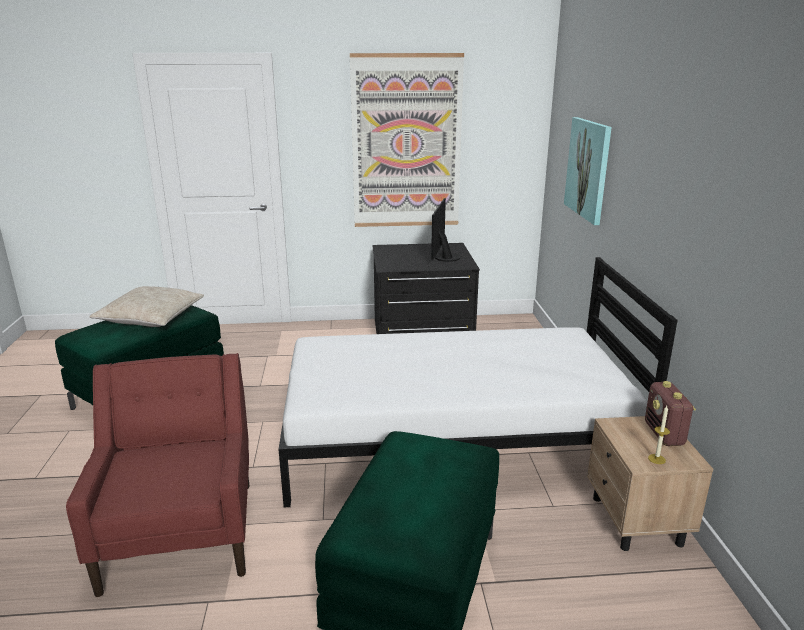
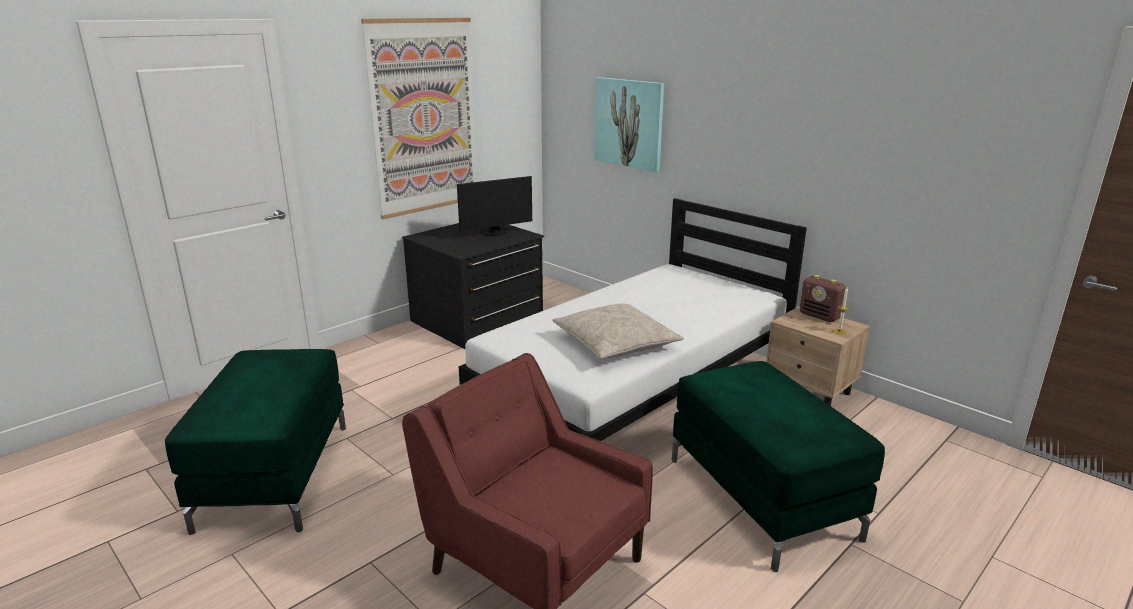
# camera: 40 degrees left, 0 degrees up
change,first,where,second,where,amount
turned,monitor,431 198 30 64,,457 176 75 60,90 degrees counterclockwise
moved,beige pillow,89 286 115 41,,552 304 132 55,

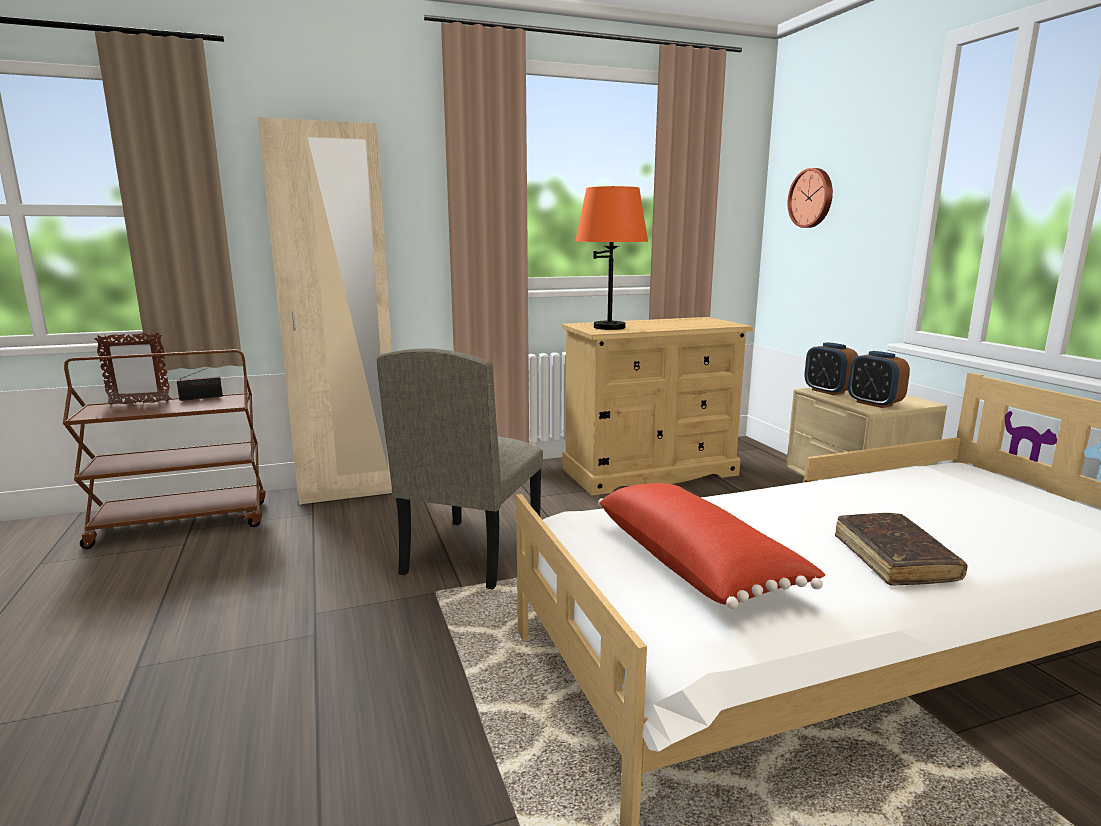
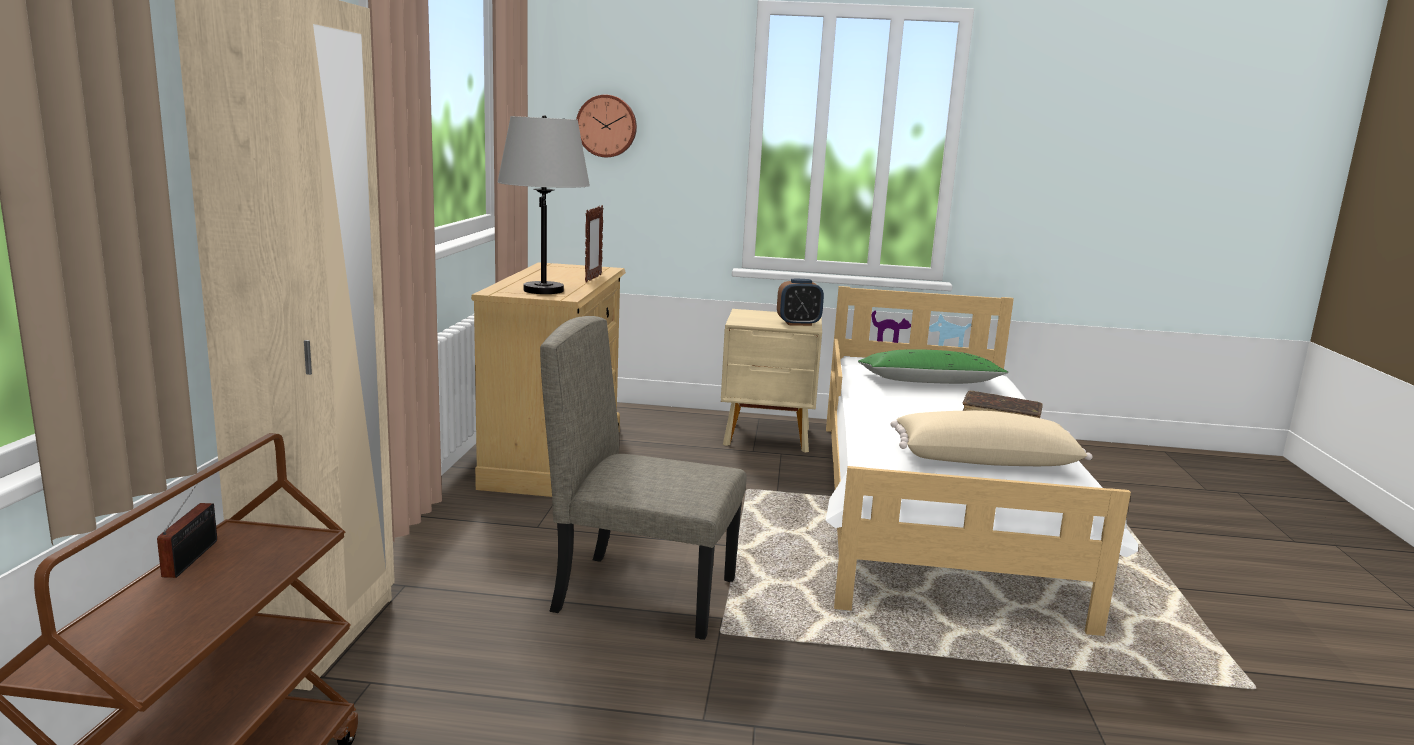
# camera: 65 degrees left, 0 degrees up
change,first,where,second,where,amount
recoloured,orange table lamp,575 186 73 144,grey table lamp,498 115 92 179,
moved,picture frame,95 332 76 73,,585 205 18 78,
removed,alarm clock,805 342 53 53,,,
turned,beige chair,377 348 166 242,,540 316 206 324,150 degrees clockwise
recoloured,red pillow,598 483 227 126,beige pillow,891 411 201 55,
added,,,green pillow,858 349 151 35,

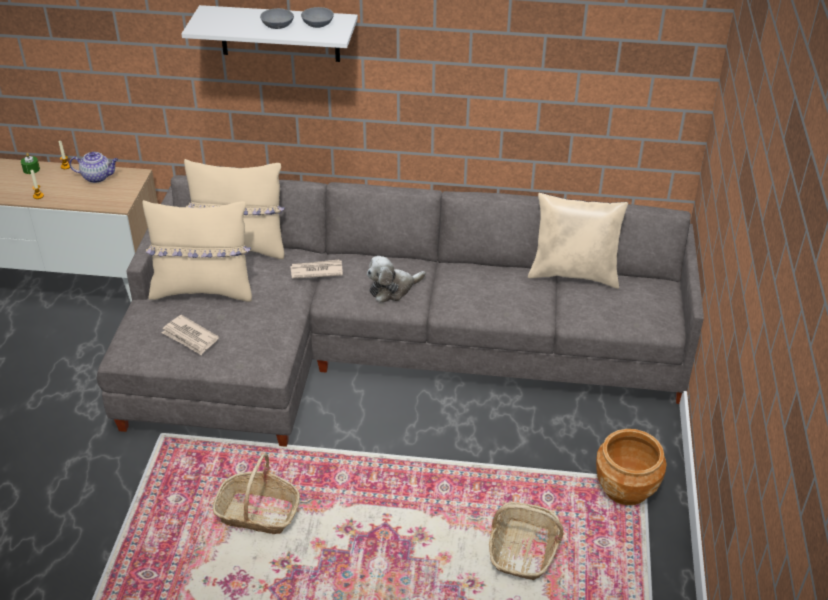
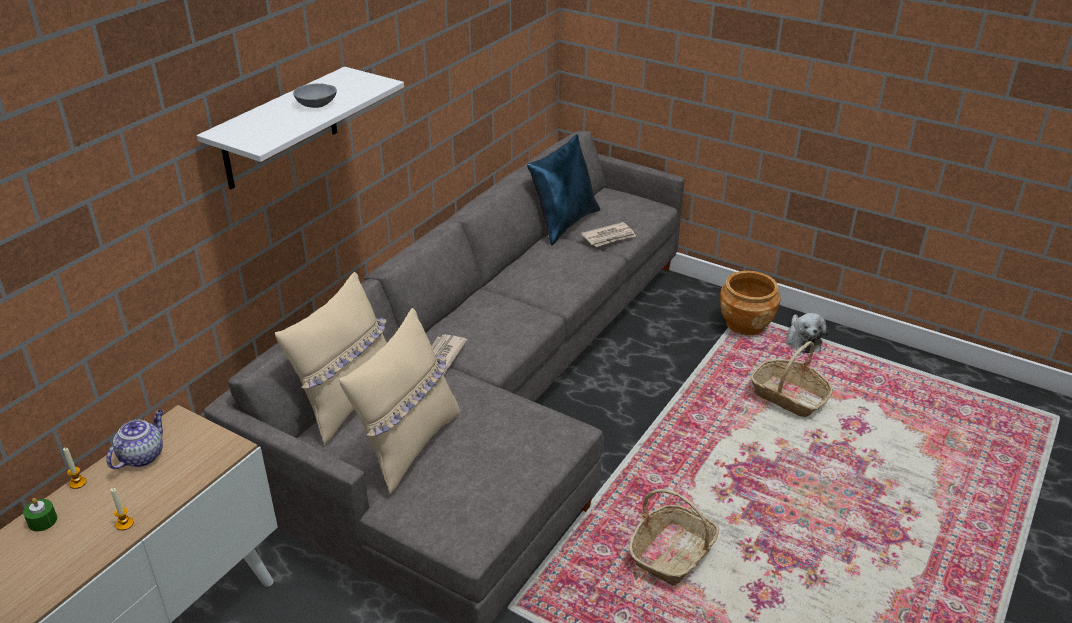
# camera: 65 degrees left, 5 degrees down
change,first,where,second,where,amount
removed,grey bowl,301 7 33 21,,,
recoloured,beige pillow,528 193 100 96,blue pillow,527 134 74 112,
moved,plush toy,367 256 59 47,,785 313 43 40,
moved,newspaper,162 315 57 40,,581 222 55 25,

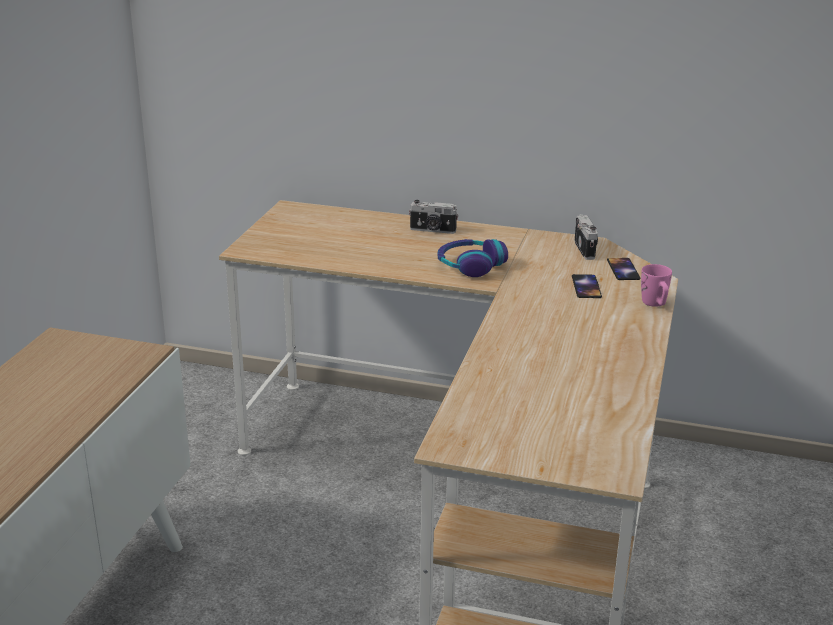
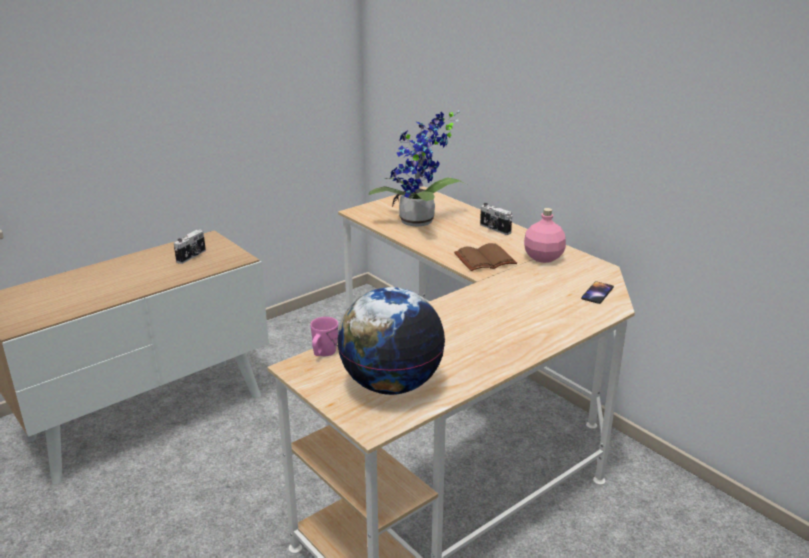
# camera: 35 degrees right, 0 degrees up
change,first,where,second,where,amount
moved,photo camera,574 214 24 46,,174 230 32 34,
replaced,headphones,437 239 71 38,brown book,454 243 63 28,
moved,pink mug,641 264 31 43,,310 317 28 39,
removed,phone,572 274 30 24,,,
added,,,potted plant,369 110 99 117,
added,,,pink bottle,524 208 42 55,
added,,,globe,337 287 108 108,

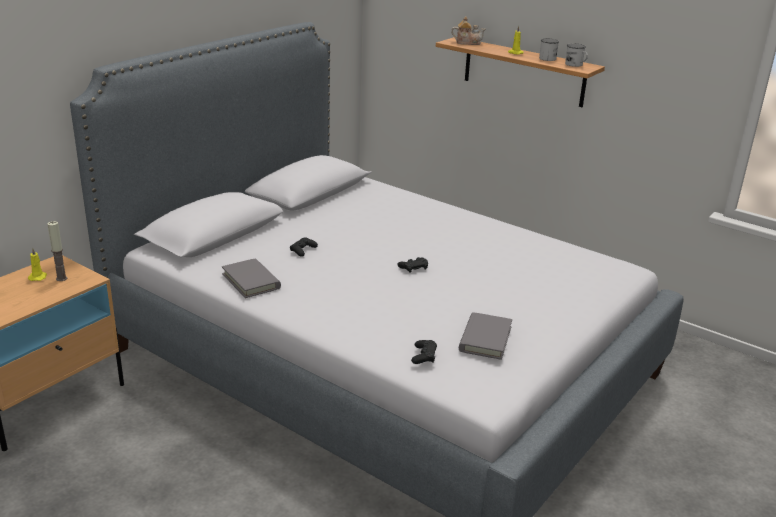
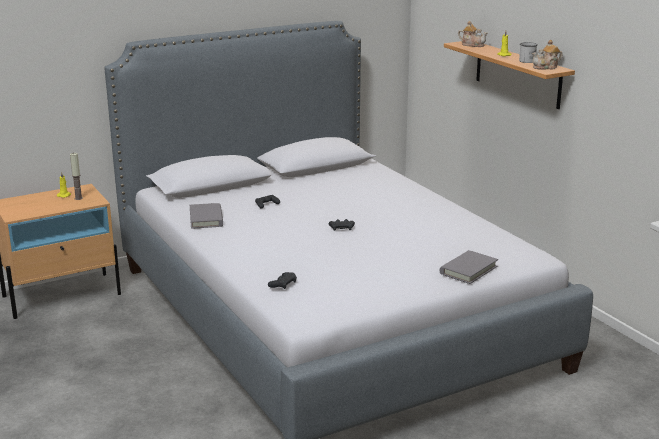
# camera: 25 degrees right, 5 degrees down
change,first,where,second,where,amount
replaced,white mug,565 43 23 24,teapot,532 40 31 30,
moved,grey book,459 312 53 48,,440 250 58 34,

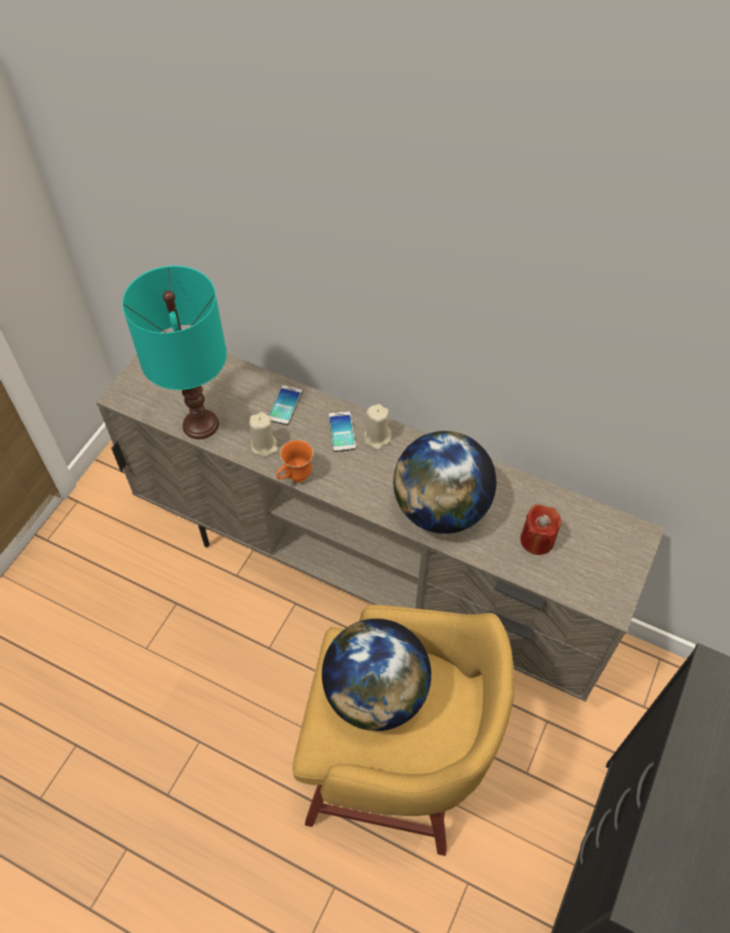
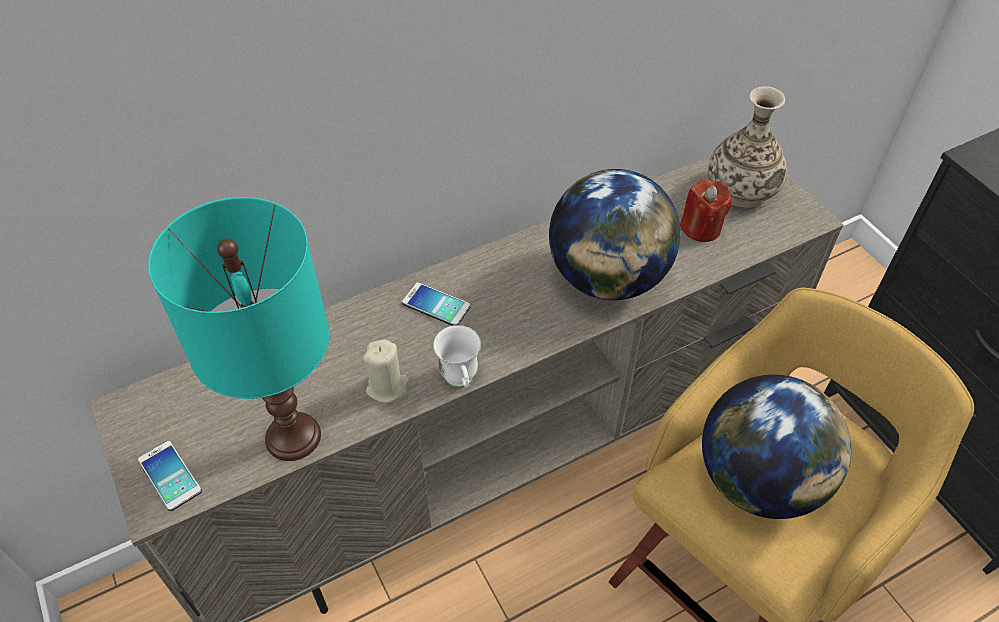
# camera: 55 degrees left, 5 degrees down
change,first,where,second,where,amount
moved,phone,268 385 34 40,,138 441 64 70,
removed,beige candle,364 404 28 46,,,
recoloured,orange mug,276 440 38 44,white mug,433 325 48 63,
added,,,vase,708 86 79 122,

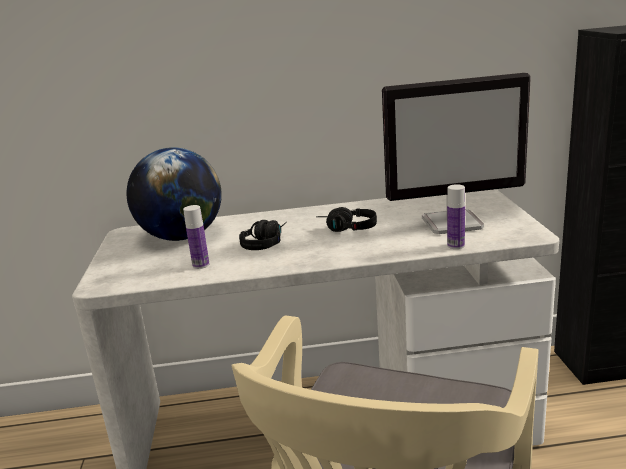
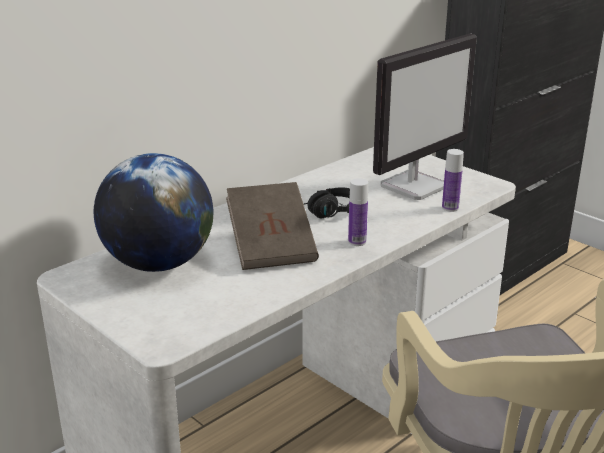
# camera: 40 degrees left, 5 degrees up
change,first,where,second,where,amount
moved,bottle,183 205 26 64,,348 178 20 68,
replaced,black headphones,239 220 48 30,brown book,226 182 93 88,

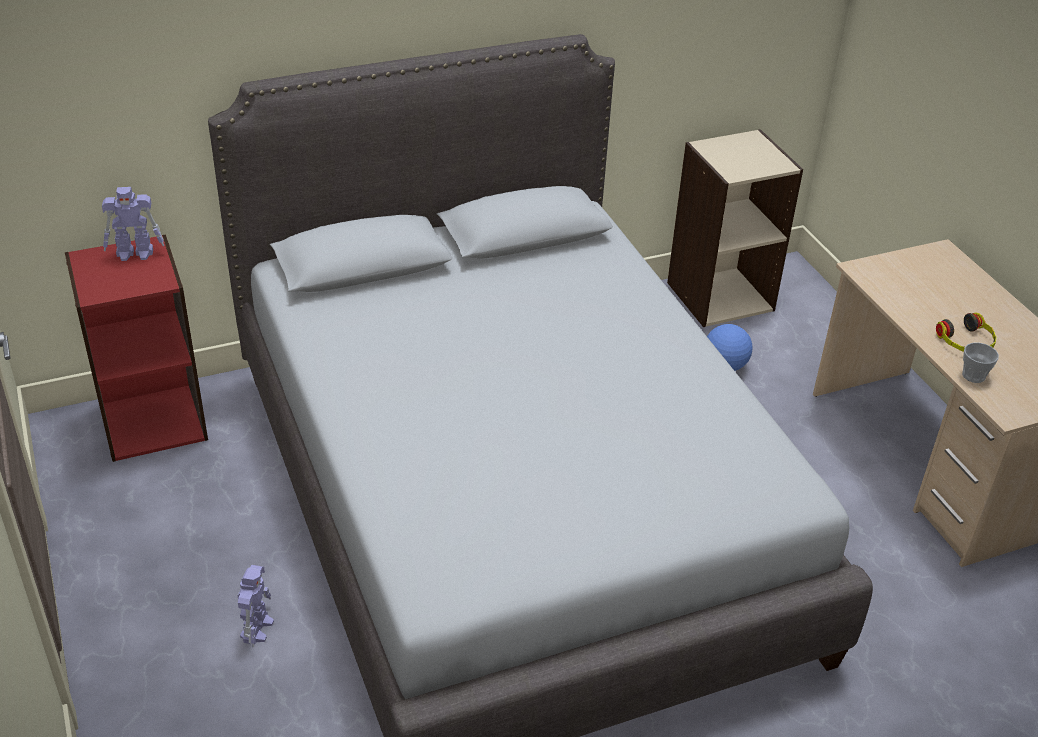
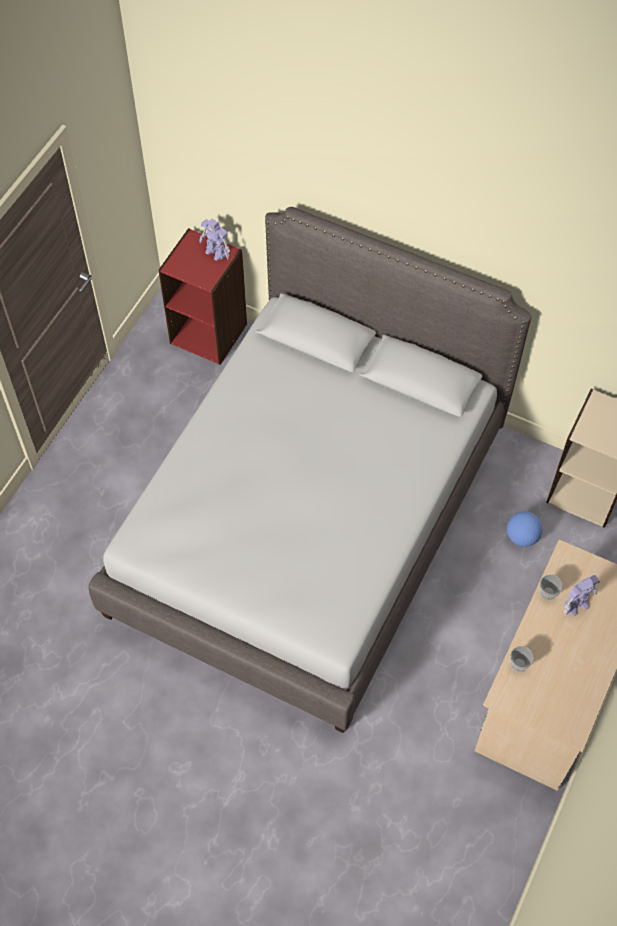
# camera: 50 degrees right, 20 degrees up
change,first,where,second,where,amount
removed,headphones,936 312 60 40,,,
moved,toy robot,238 565 36 82,,564 575 36 41,
added,,,cup,540 575 23 25,

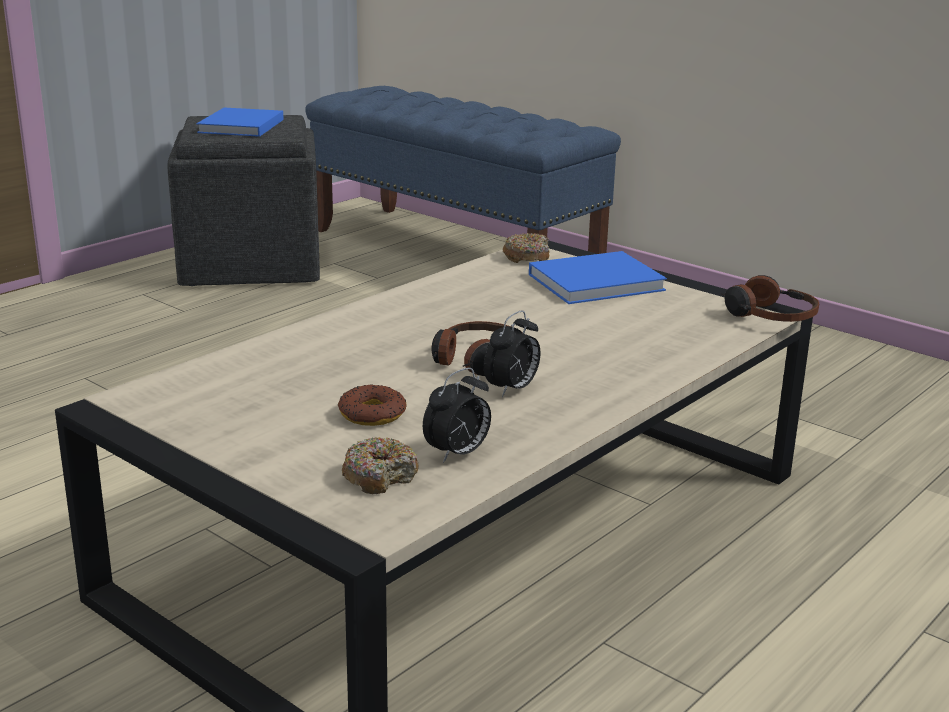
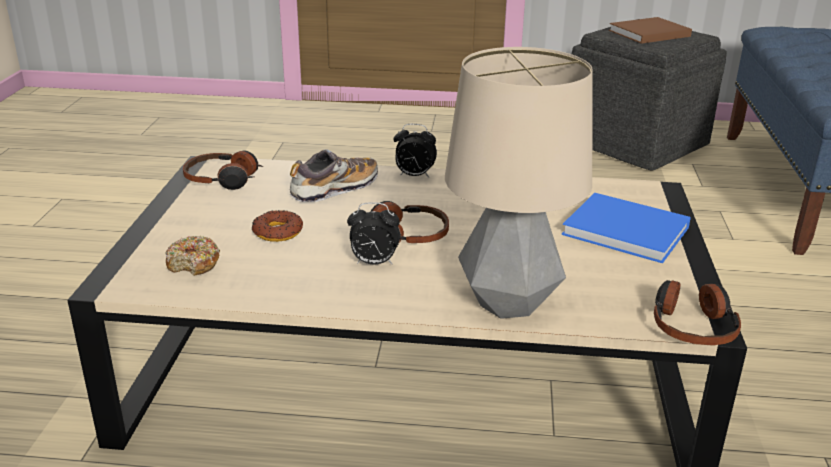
# camera: 55 degrees right, 5 degrees up
change,first,where,second,where,amount
recoloured,blue book,197 107 87 30,brown book,609 17 83 27,
removed,donut,503 233 47 30,,,
moved,alarm clock,423 368 68 95,,394 124 43 54,
added,,,table lamp,445 47 148 272,
added,,,shoe,290 149 88 53,
added,,,headphones,183 150 80 40,

